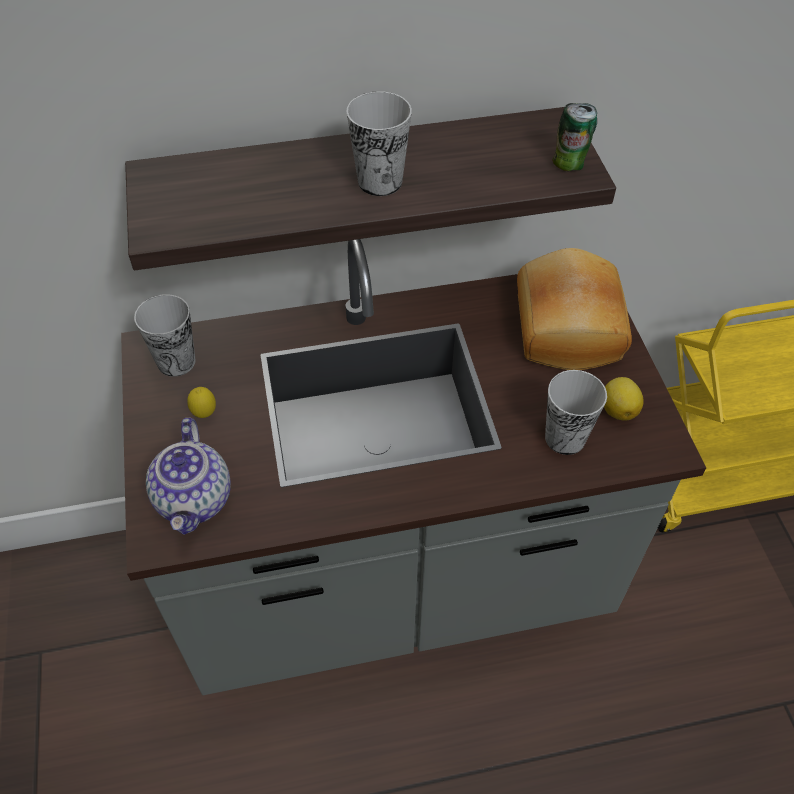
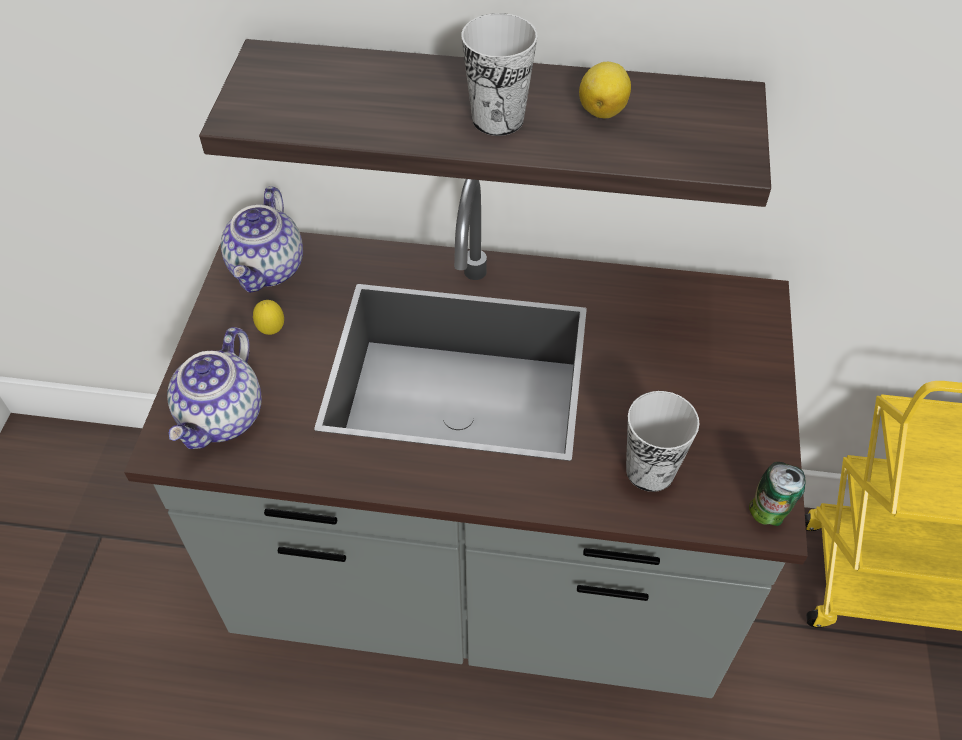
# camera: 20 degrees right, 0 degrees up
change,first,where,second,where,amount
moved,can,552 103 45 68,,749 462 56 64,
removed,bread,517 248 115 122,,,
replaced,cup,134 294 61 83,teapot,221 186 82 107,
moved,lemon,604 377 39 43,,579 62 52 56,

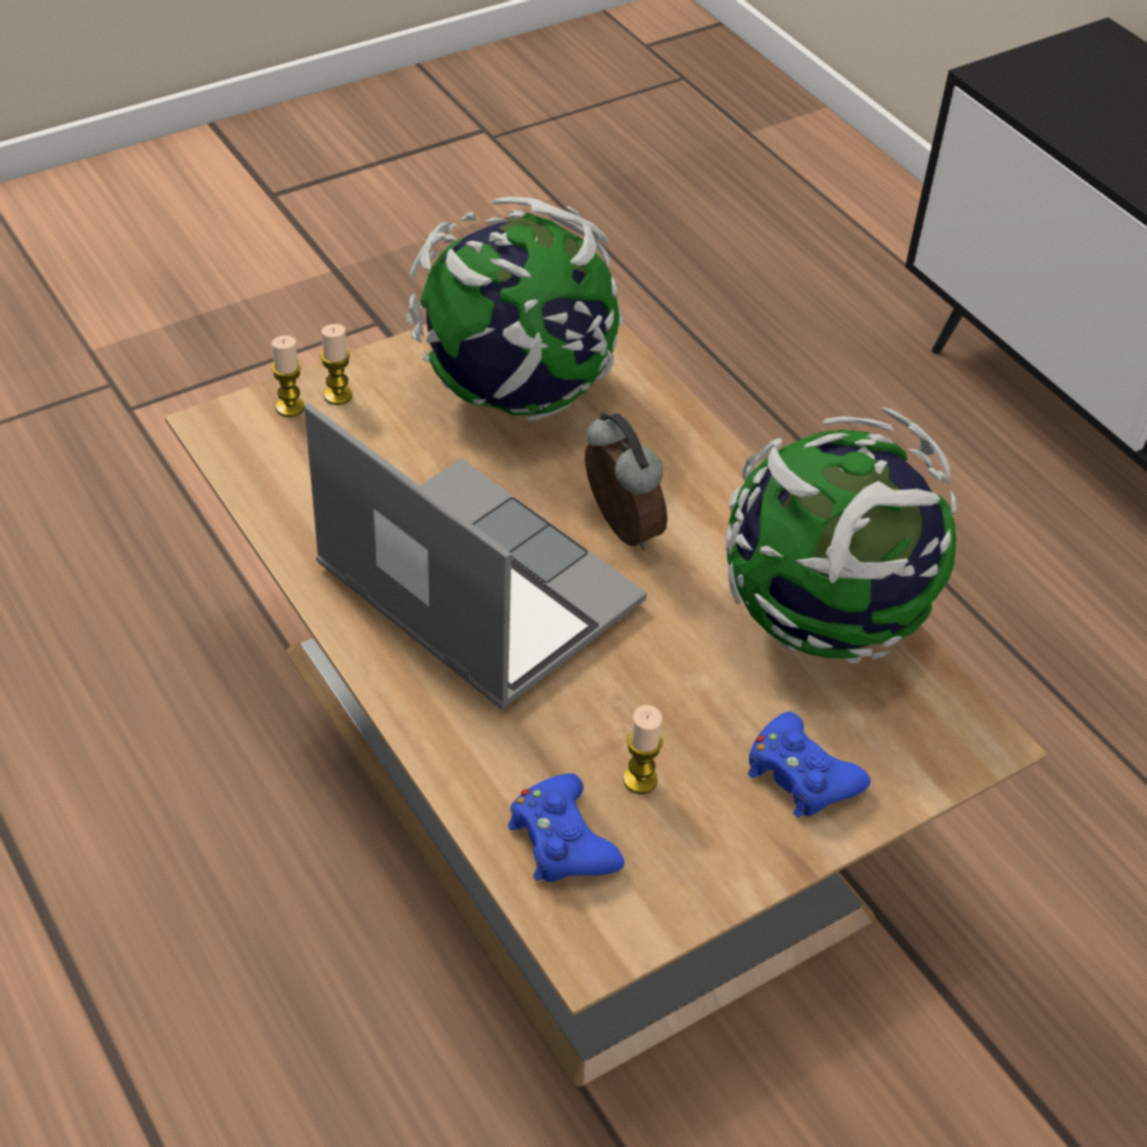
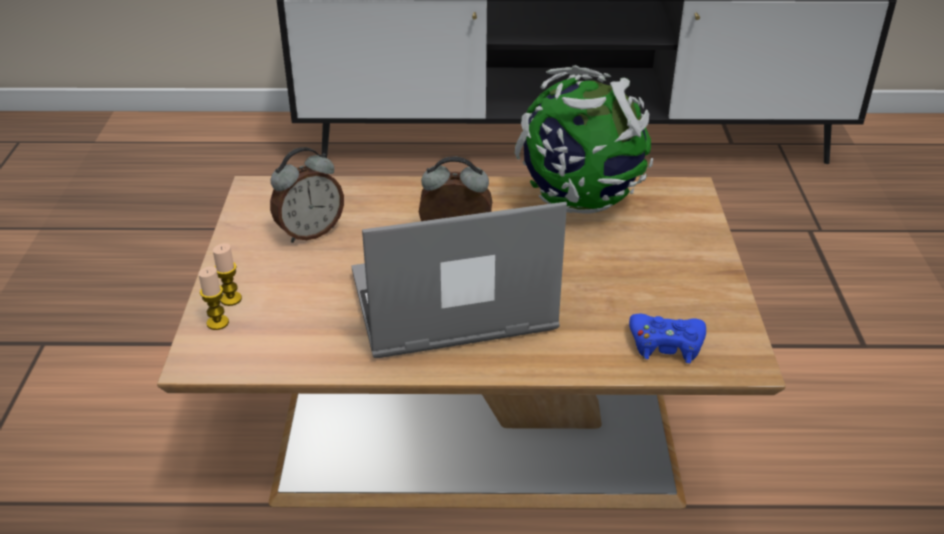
# camera: 55 degrees left, 10 degrees down
change,first,where,second,where,amount
replaced,globe,406 197 217 224,alarm clock,270 147 74 96,
removed,candle,623 705 40 89,,,
removed,blue game controller,748 711 123 107,,,

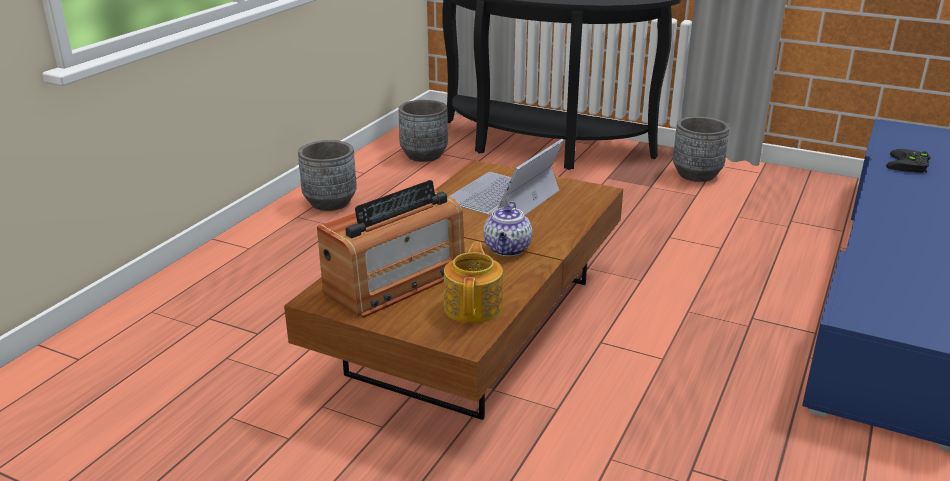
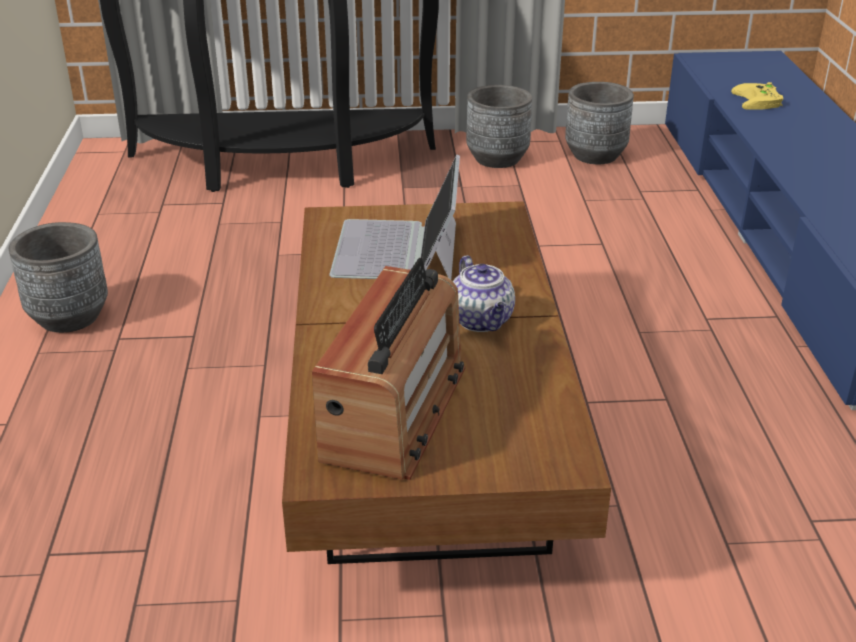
# camera: 30 degrees left, 5 degrees up
change,first,where,second,where,amount
moved,grey planter,398 100 50 62,,565 82 69 82,
recoloured,black game controller,886 149 45 24,yellow game controller,731 82 52 28,
removed,teapot,444 242 59 82,,,

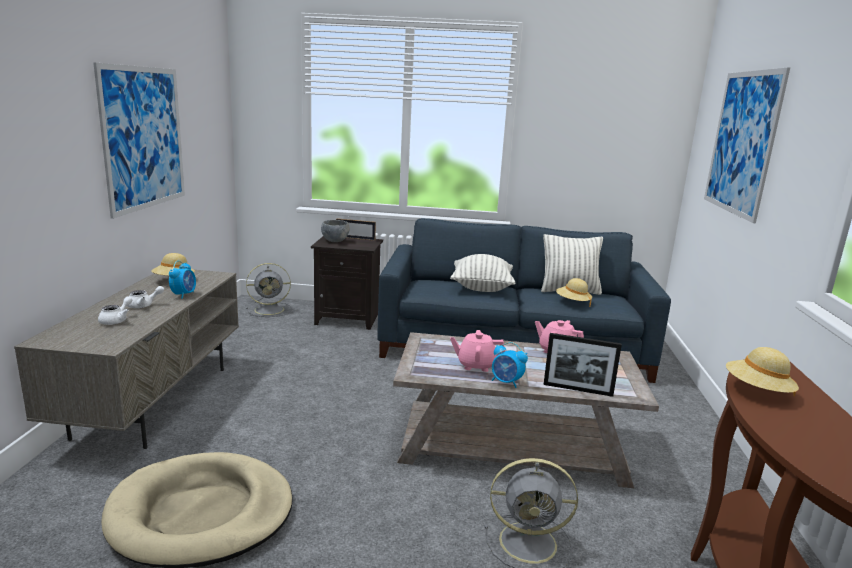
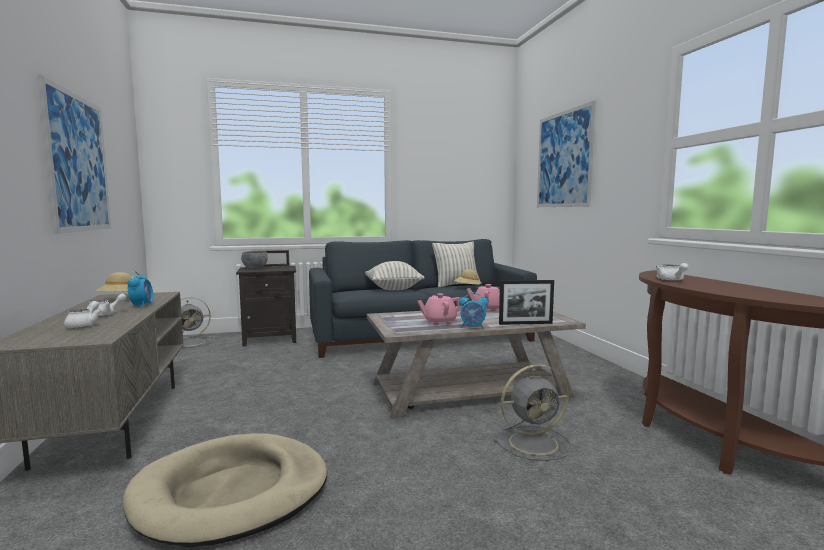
# camera: 20 degrees left, 10 degrees down
change,first,where,second,where,amount
replaced,beige hat,726 347 73 49,white teapot,656 263 32 18,

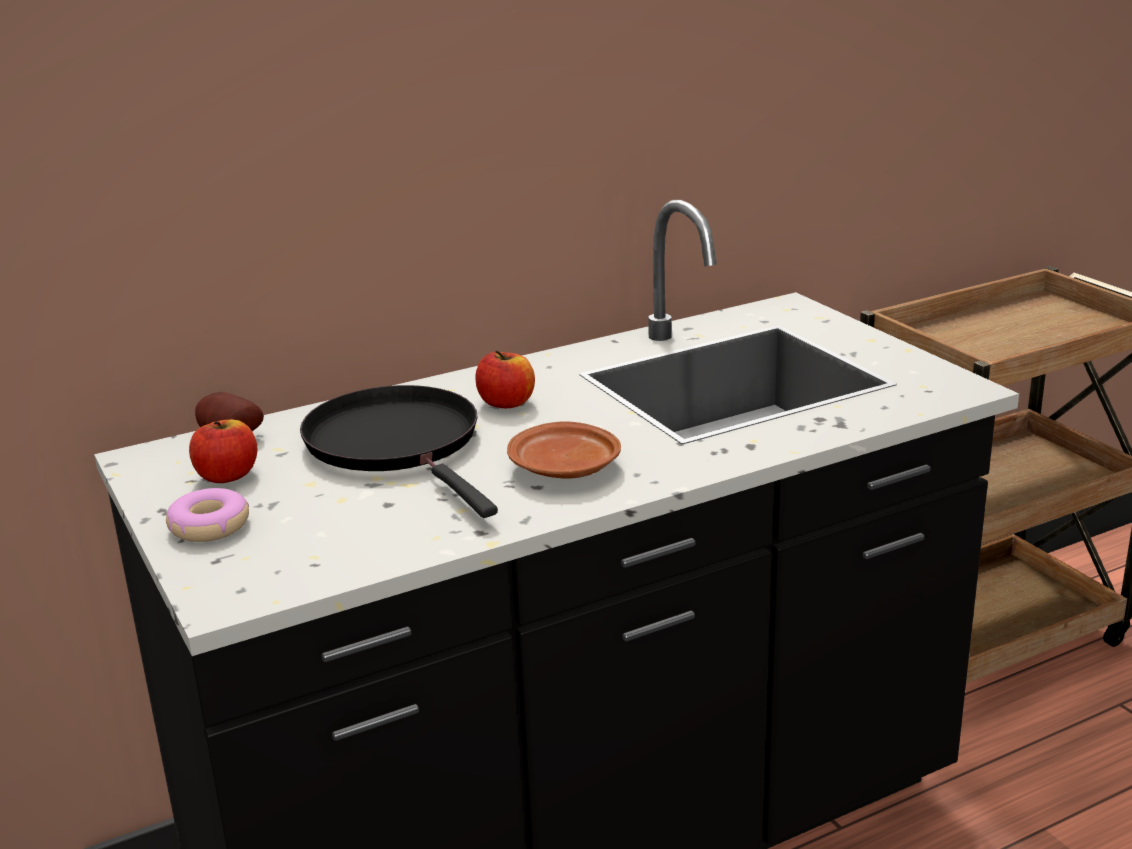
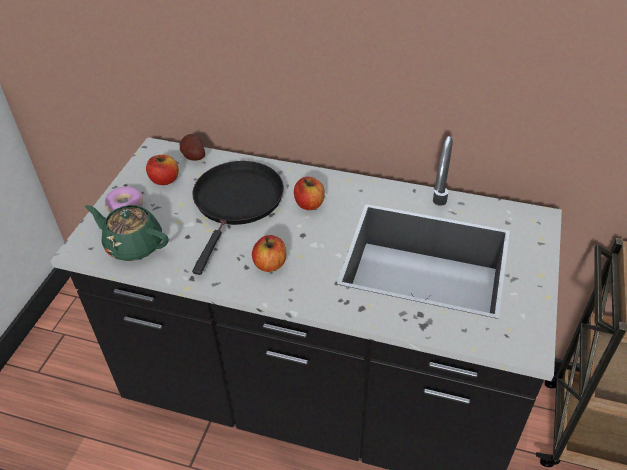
# camera: 45 degrees right, 20 degrees up
change,first,where,second,where,amount
replaced,brown plate,507 421 114 58,apple,252 235 34 37,
added,,,green teapot,85 205 83 56,

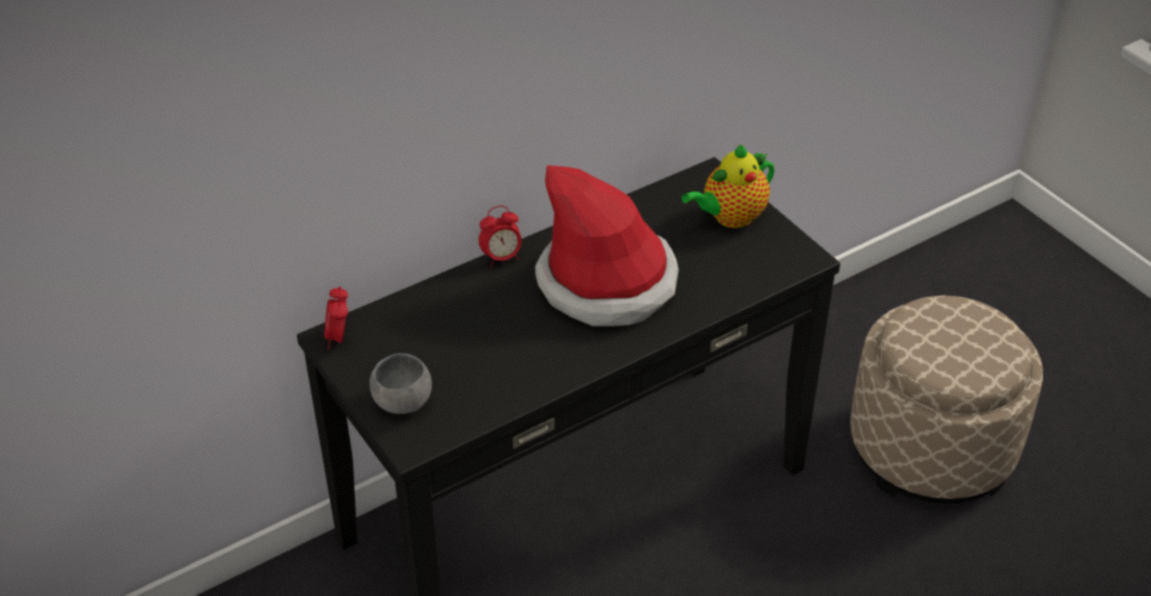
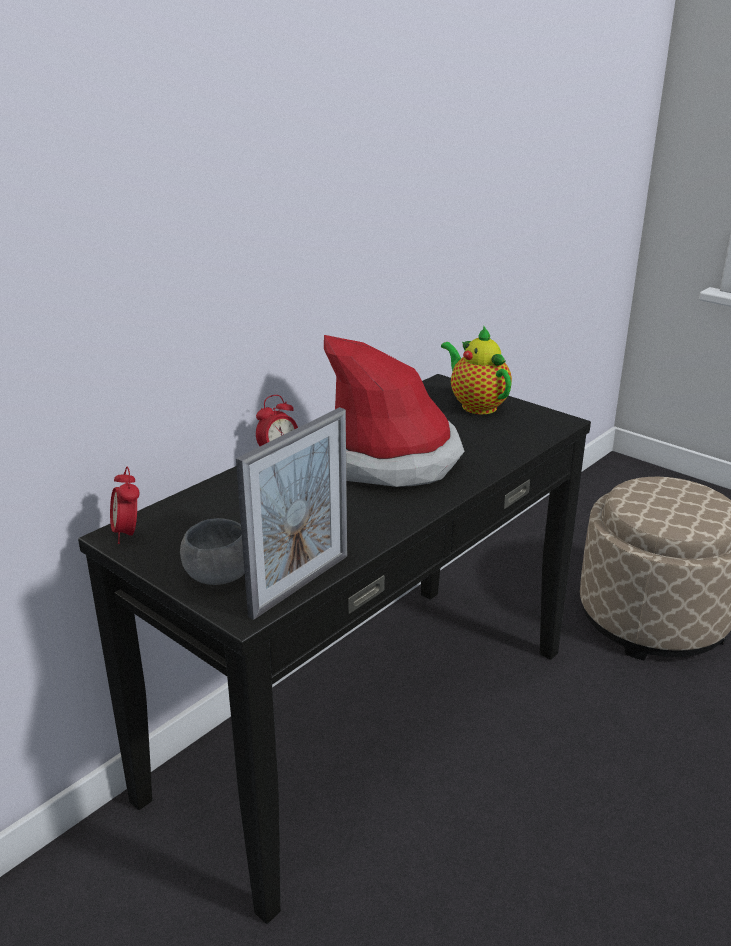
# camera: 15 degrees left, 15 degrees down
change,first,where,second,where,amount
turned,teapot,681 144 94 84,,441 325 71 89,105 degrees clockwise
added,,,picture frame,236 407 111 213,

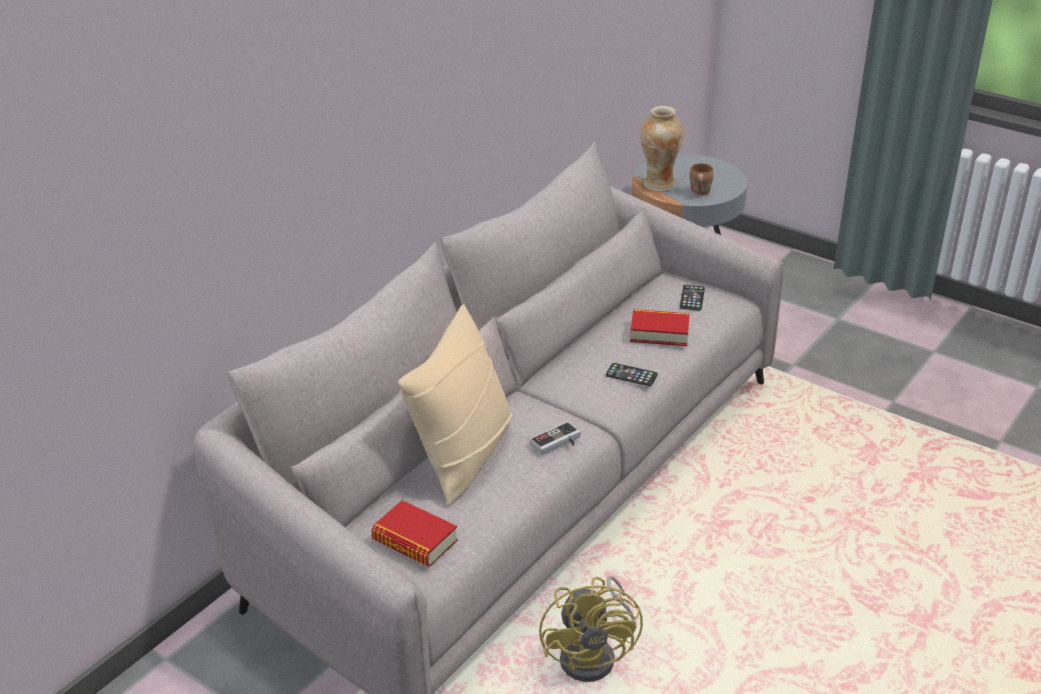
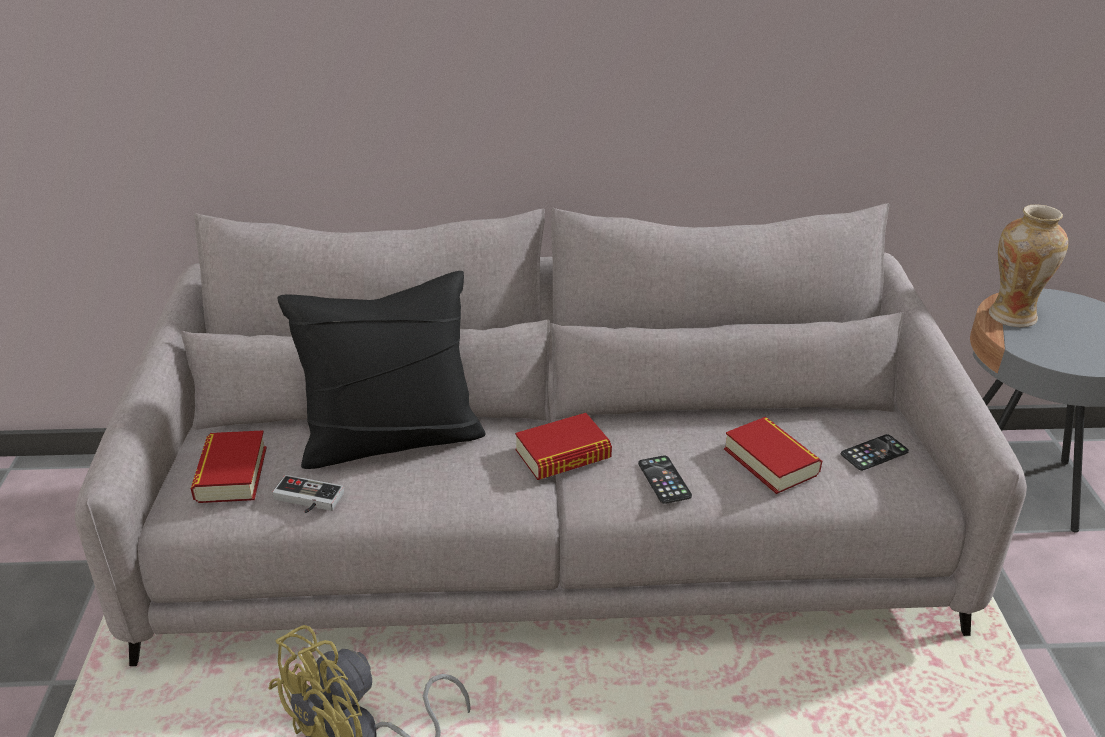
# camera: 50 degrees right, 0 degrees up
change,first,where,second,where,amount
removed,brown mug,690 163 24 32,,,
recoloured,beige pillow,398 304 114 202,black pillow,277 271 209 198,
moved,game controller,530 421 51 34,,272 475 72 38,
added,,,book,515 413 97 67,

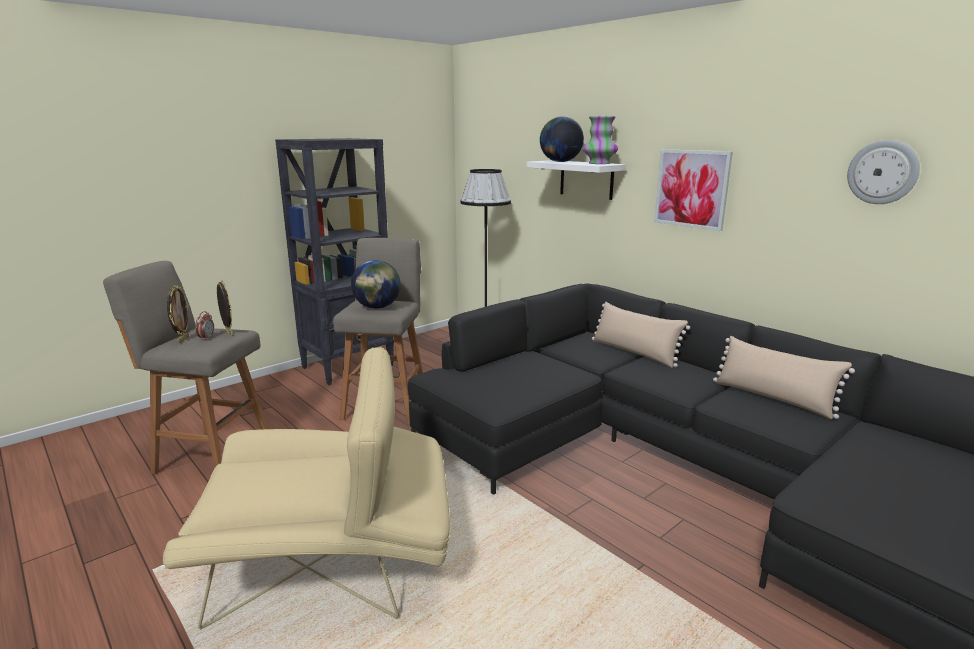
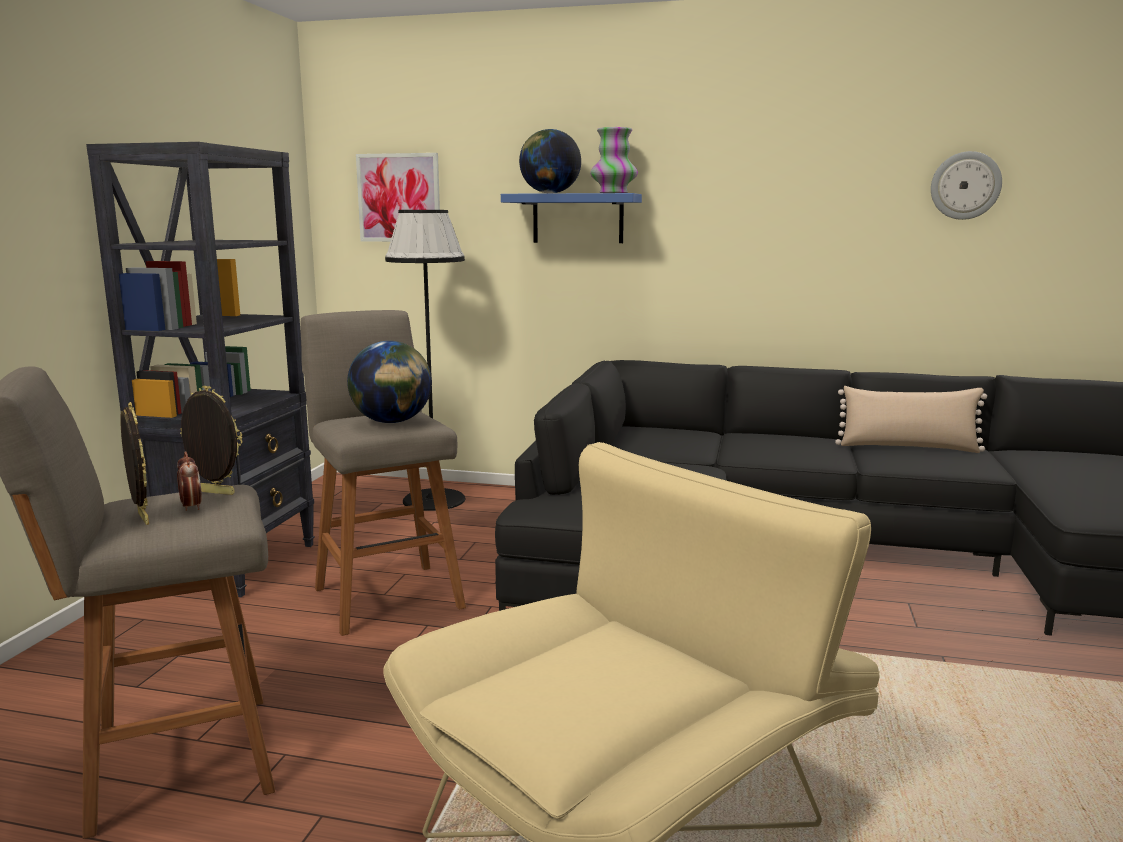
# camera: 35 degrees left, 5 degrees down
change,first,where,second,where,amount
moved,picture,654 149 79 82,,356 153 84 89,
recoloured,white shelf,527 160 99 40,blue shelf,501 193 141 50,
removed,beige pillow,592 302 98 66,,,

